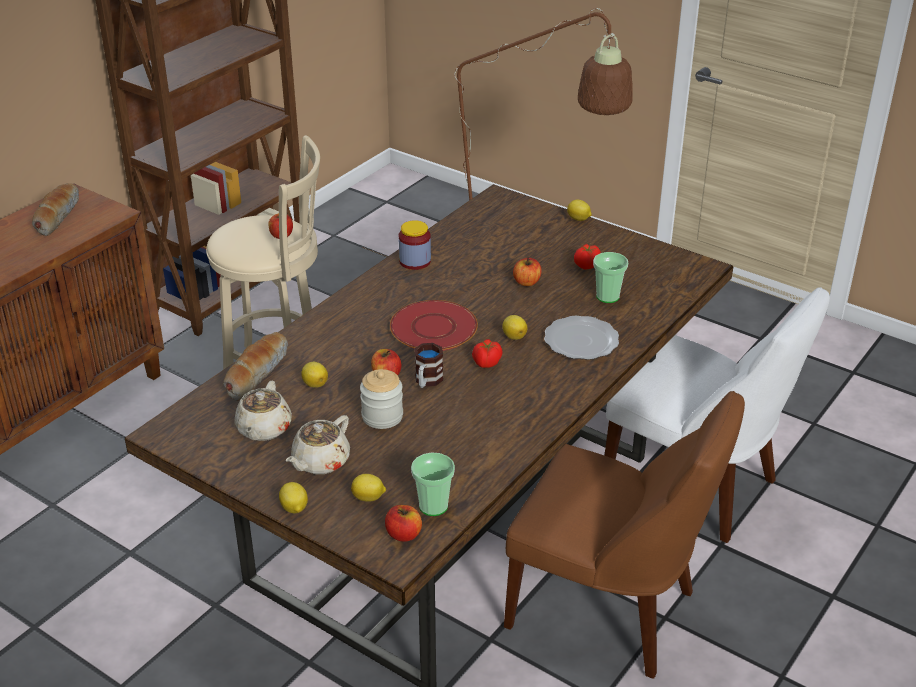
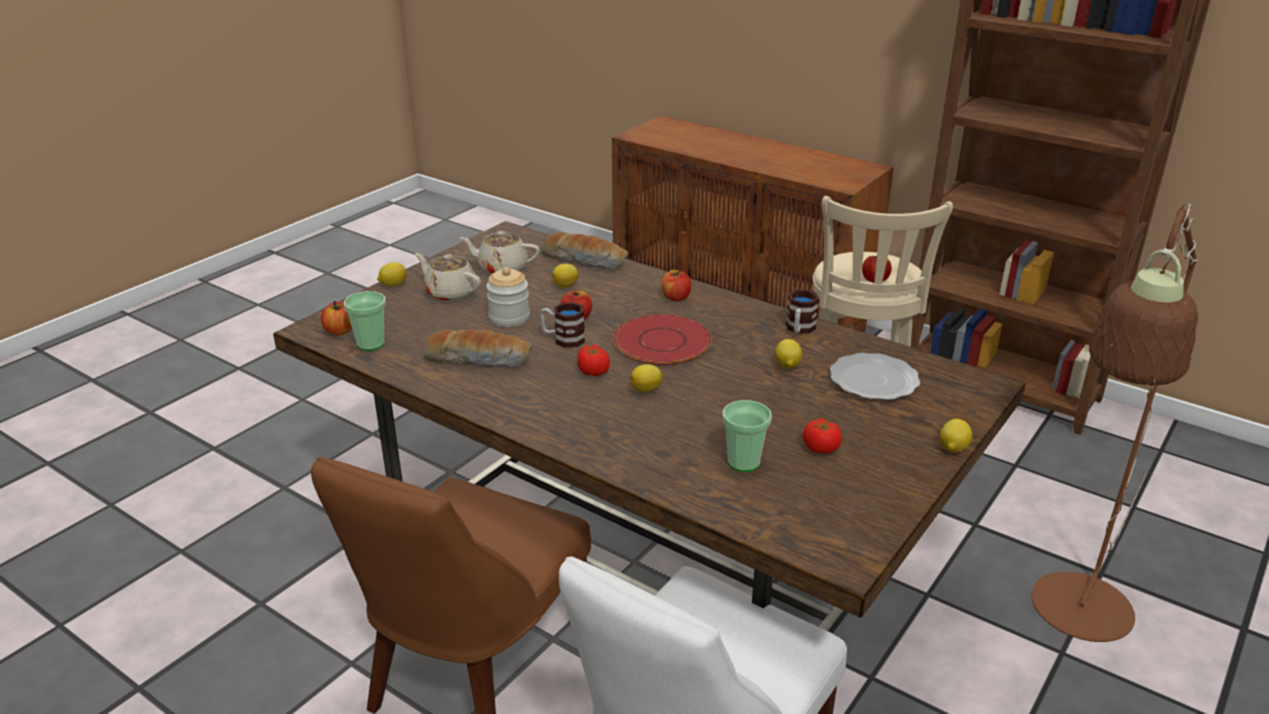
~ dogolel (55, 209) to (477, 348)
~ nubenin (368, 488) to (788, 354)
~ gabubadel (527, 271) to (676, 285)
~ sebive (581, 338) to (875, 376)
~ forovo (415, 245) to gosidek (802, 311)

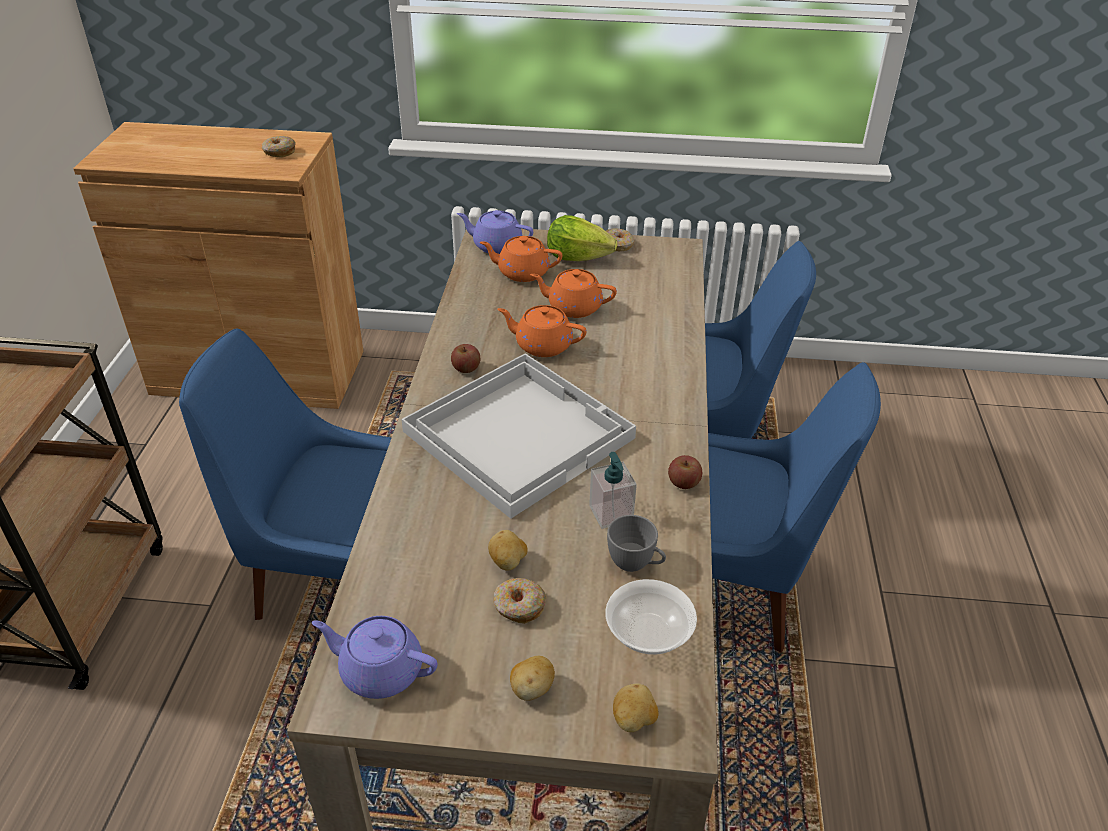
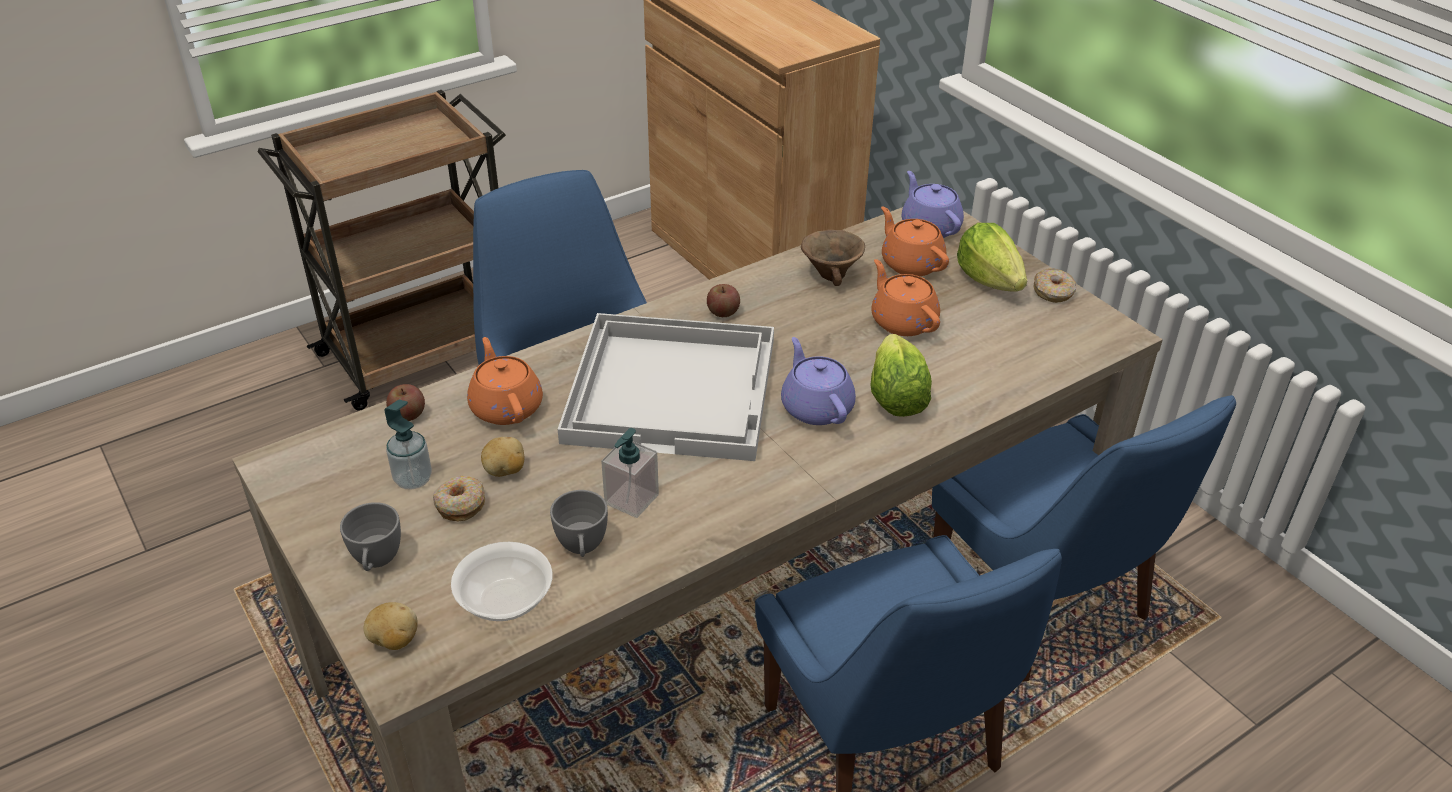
- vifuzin (279, 146)
+ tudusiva (408, 445)
+ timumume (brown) (833, 258)
+ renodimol (901, 375)
~ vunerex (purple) (374, 657) to (818, 381)
~ vunerex (orange) (542, 331) to (505, 381)
~ gabubadel (685, 472) to (405, 402)
~ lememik (532, 678) to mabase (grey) (370, 536)

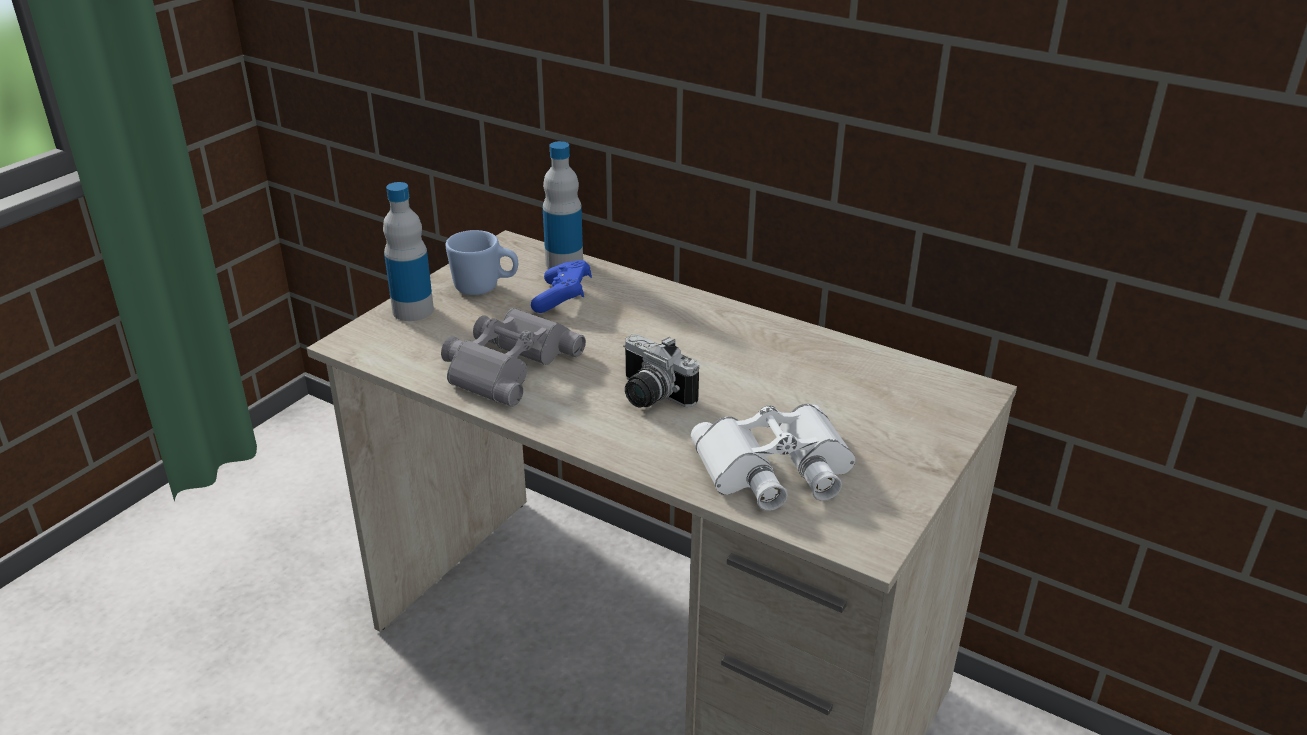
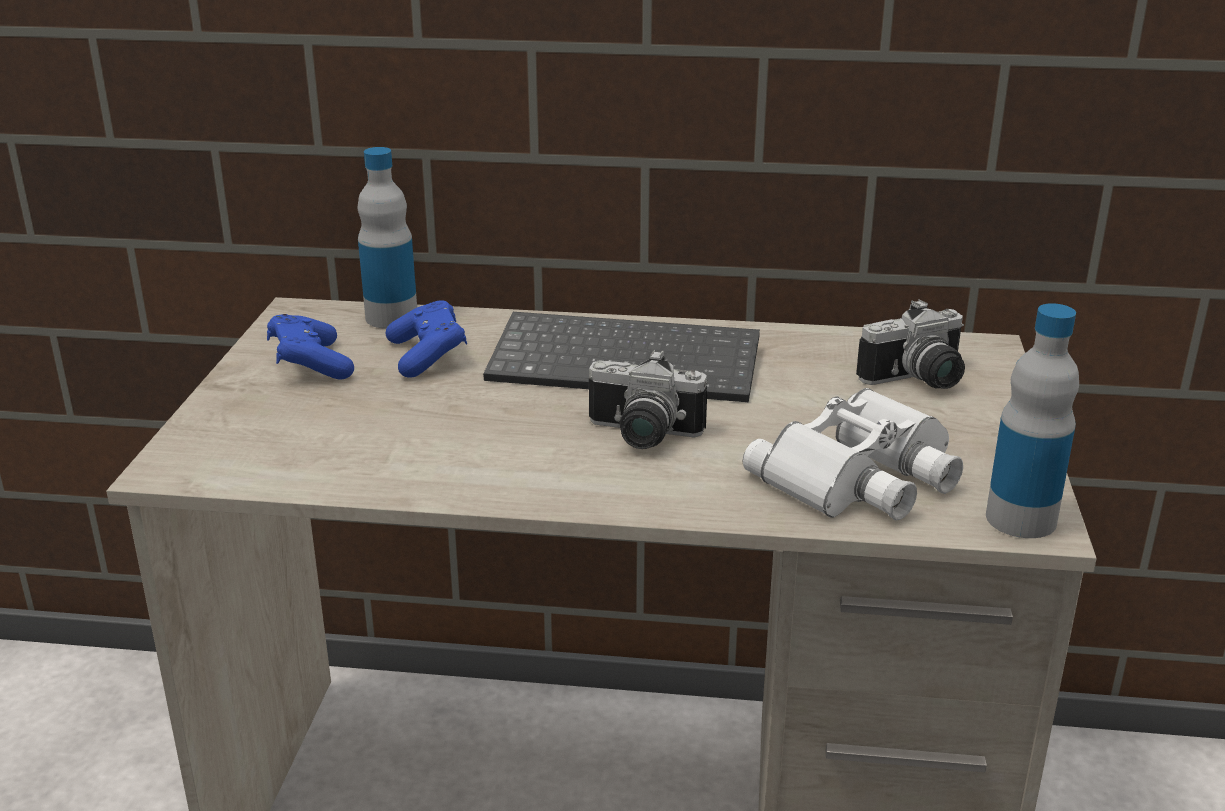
- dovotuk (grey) (513, 357)
+ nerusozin (621, 357)
+ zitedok (910, 344)
~ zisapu (408, 251) to (1032, 420)
~ gosidek (blue) (482, 262) to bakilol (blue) (310, 347)

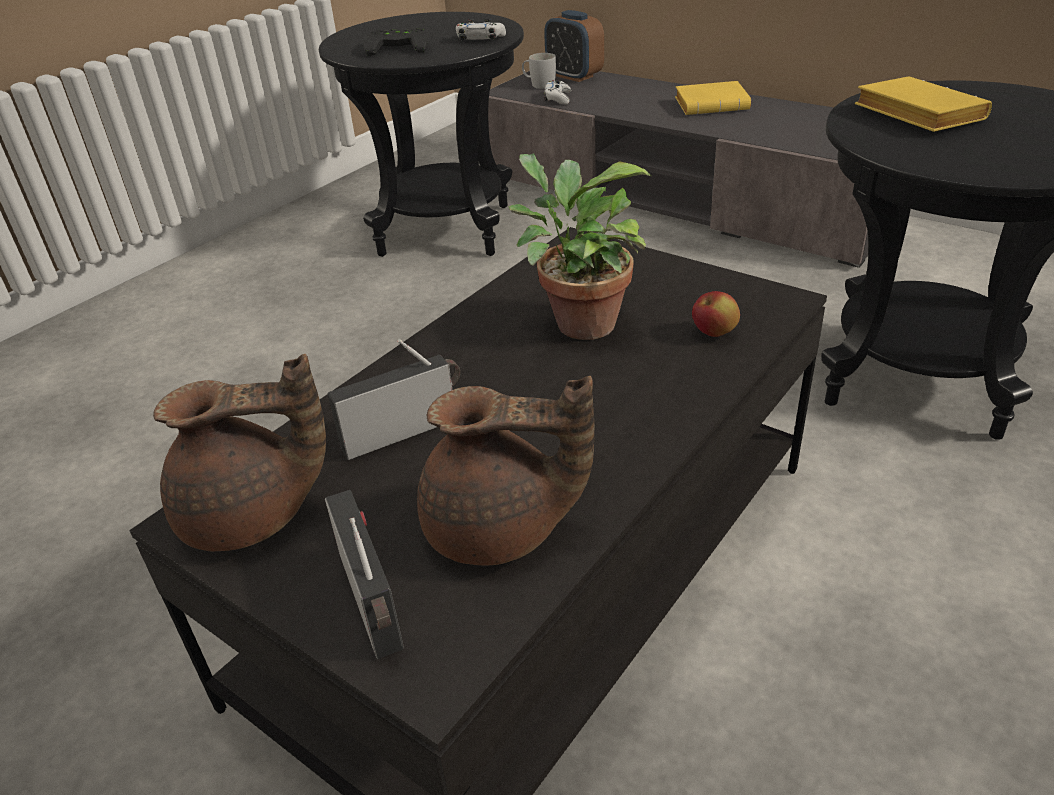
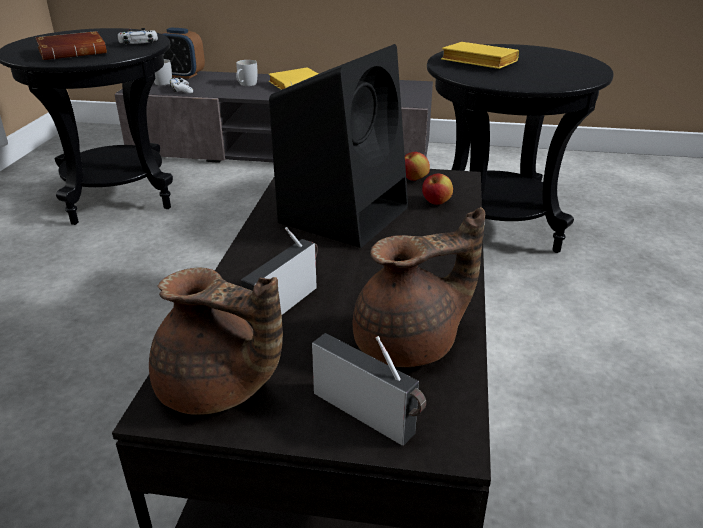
+ gosidek (white) (246, 73)
+ gabubadel (417, 166)
~ bakilol (black) (396, 42) to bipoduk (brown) (71, 45)
~ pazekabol (579, 246) to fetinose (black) (338, 146)
~ vunerex (brown) (239, 452) = (216, 341) 60 degrees clockwise

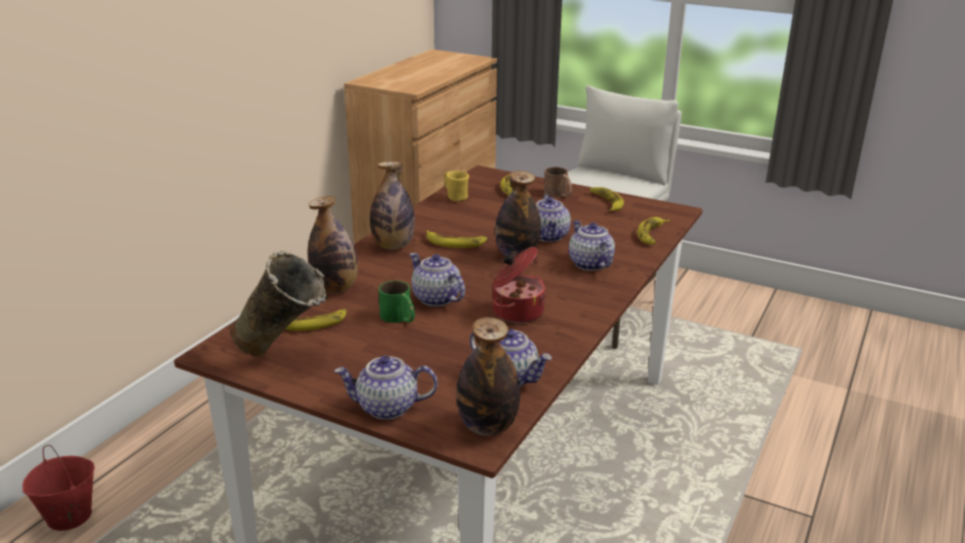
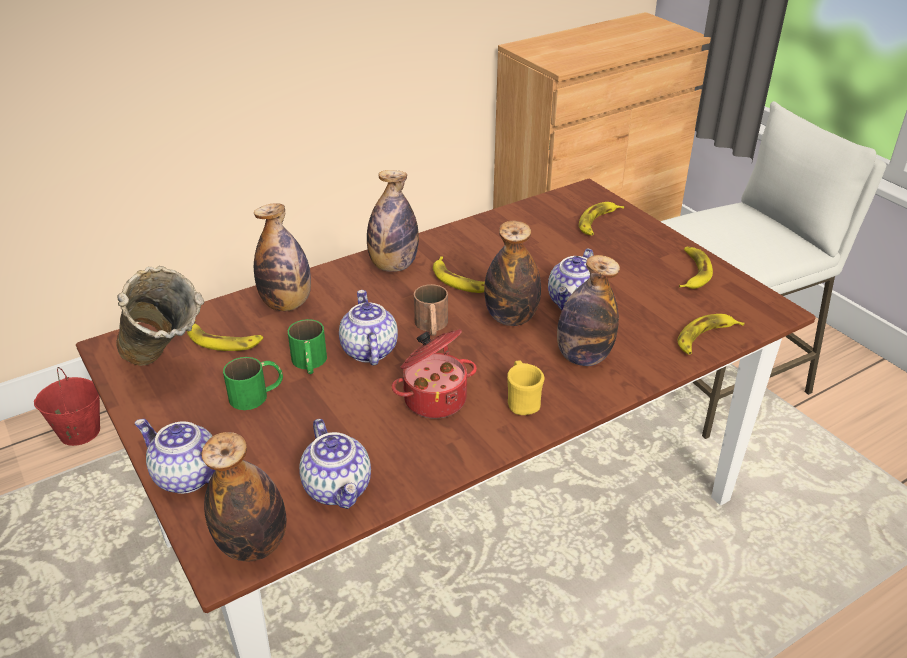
+ gosidek (green) (253, 383)
~ gosidek (yellow) (456, 186) to (526, 387)
~ gosidek (brown) (558, 182) to (431, 310)
~ vunerex (592, 245) to zisapu (588, 310)

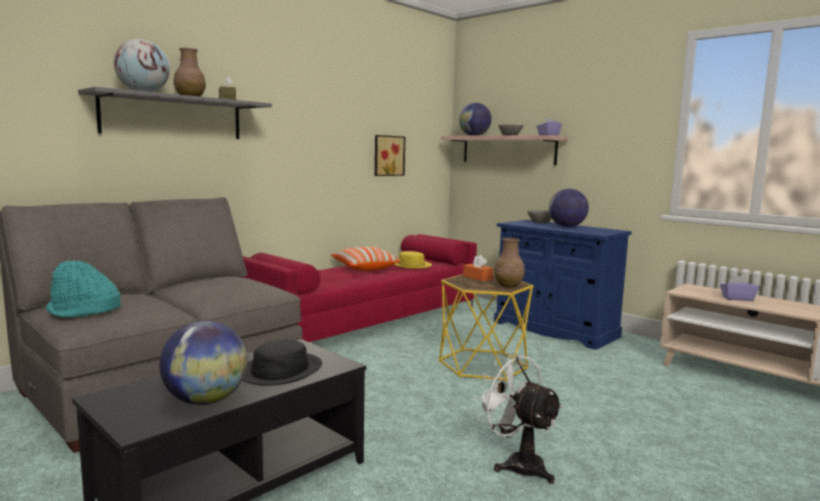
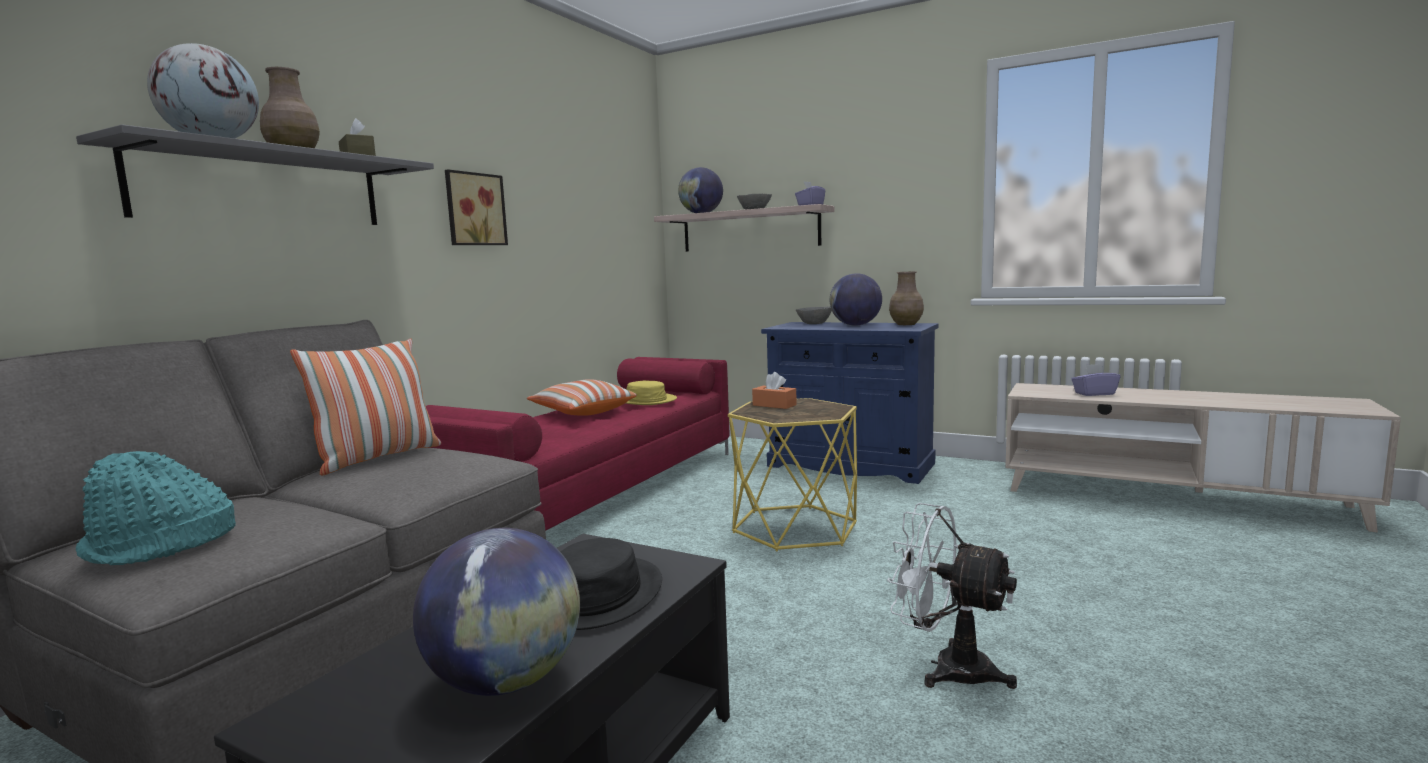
+ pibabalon (365, 406)
~ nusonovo (390, 155) to (476, 207)
~ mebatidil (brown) (509, 263) to (906, 298)

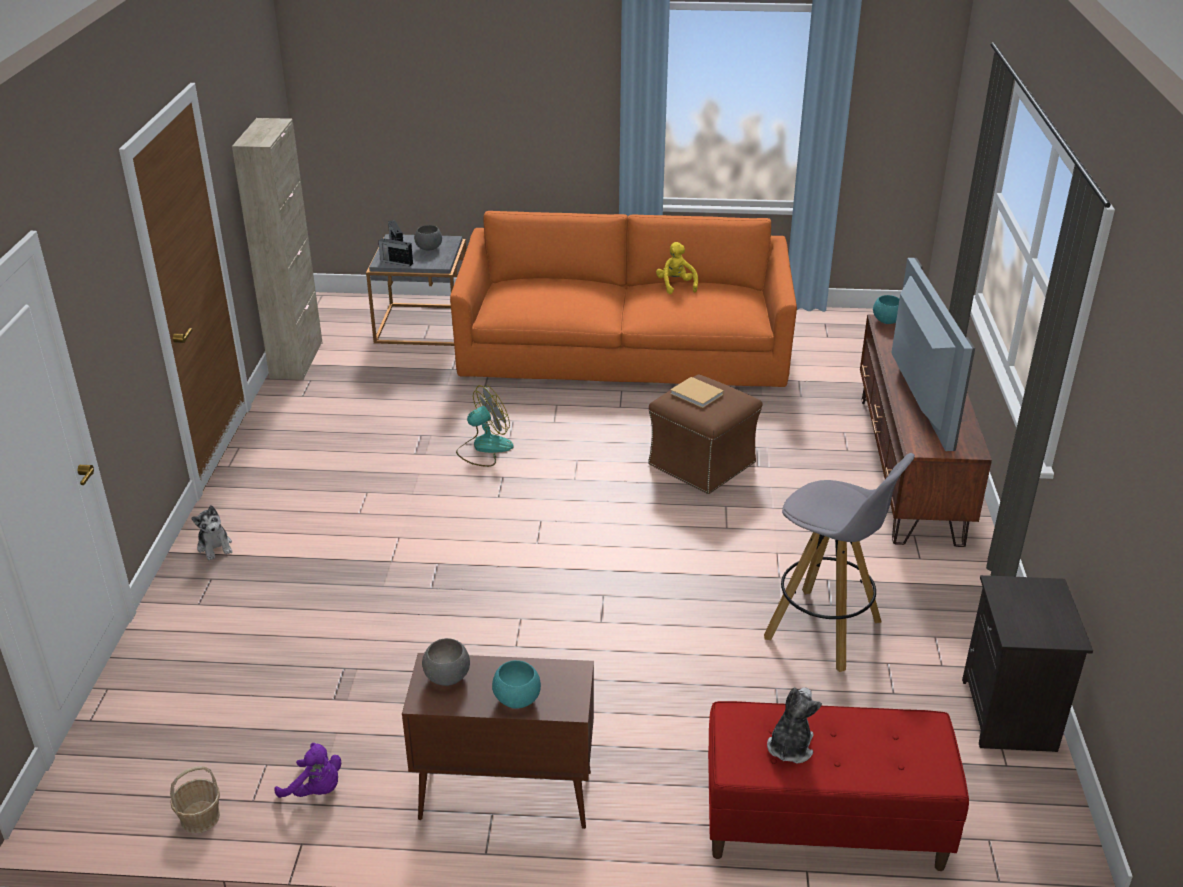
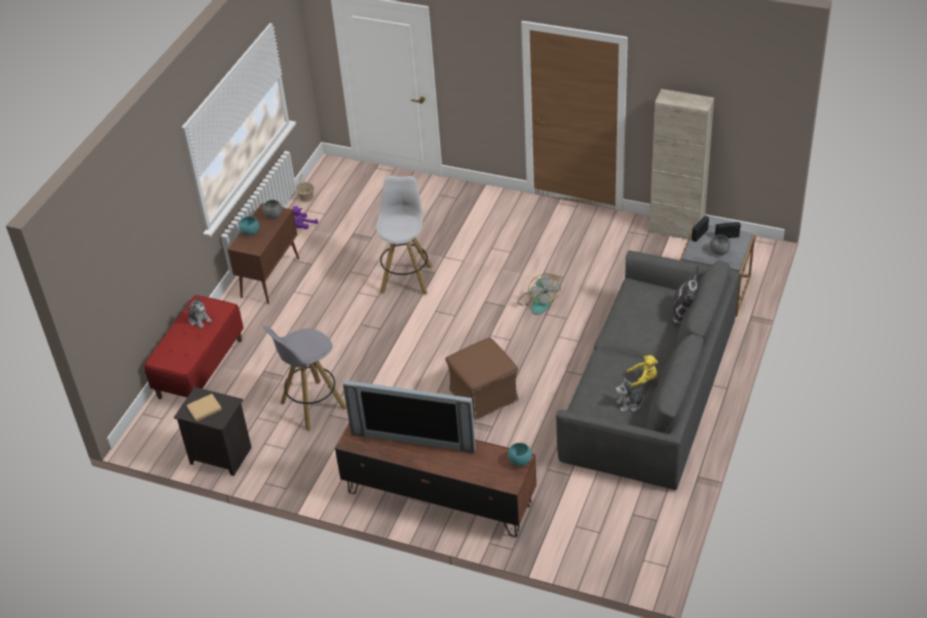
+ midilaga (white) (404, 235)
+ pibabalon (686, 297)
~ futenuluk (211, 532) to (631, 394)
~ bipoduk (beige) (697, 392) to (204, 407)
~ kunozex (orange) (623, 299) to kunozex (grey) (648, 370)

